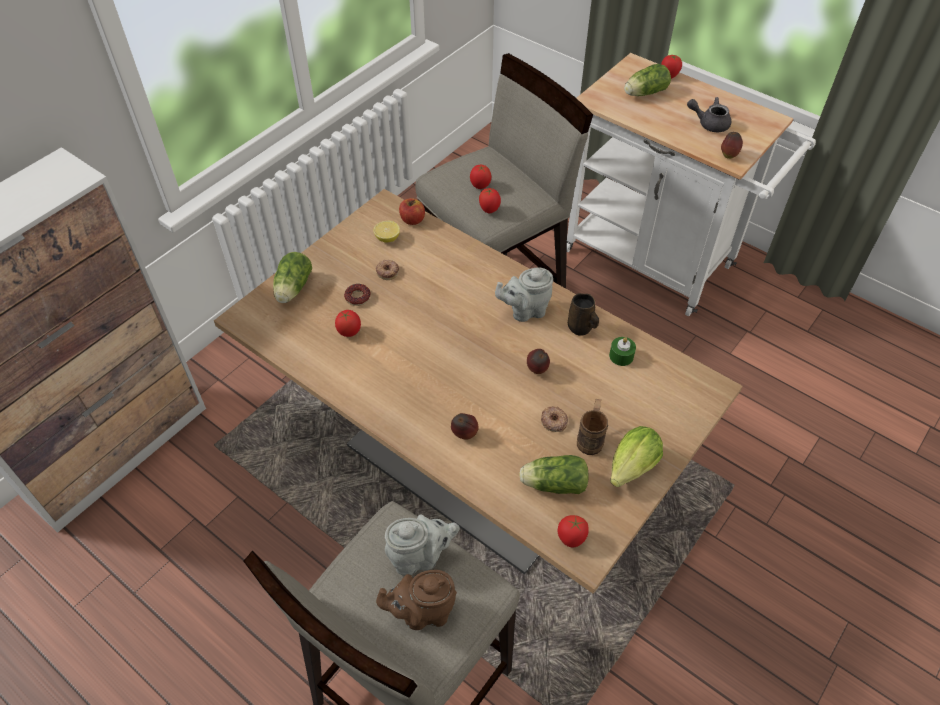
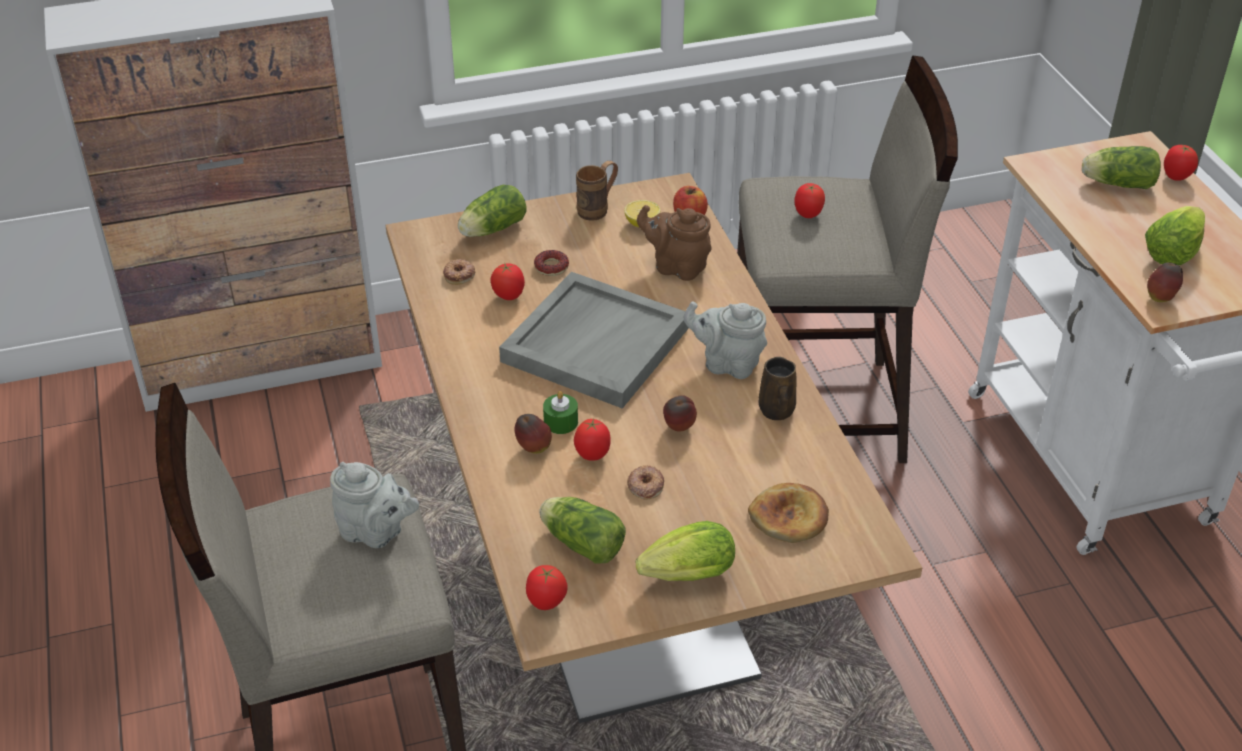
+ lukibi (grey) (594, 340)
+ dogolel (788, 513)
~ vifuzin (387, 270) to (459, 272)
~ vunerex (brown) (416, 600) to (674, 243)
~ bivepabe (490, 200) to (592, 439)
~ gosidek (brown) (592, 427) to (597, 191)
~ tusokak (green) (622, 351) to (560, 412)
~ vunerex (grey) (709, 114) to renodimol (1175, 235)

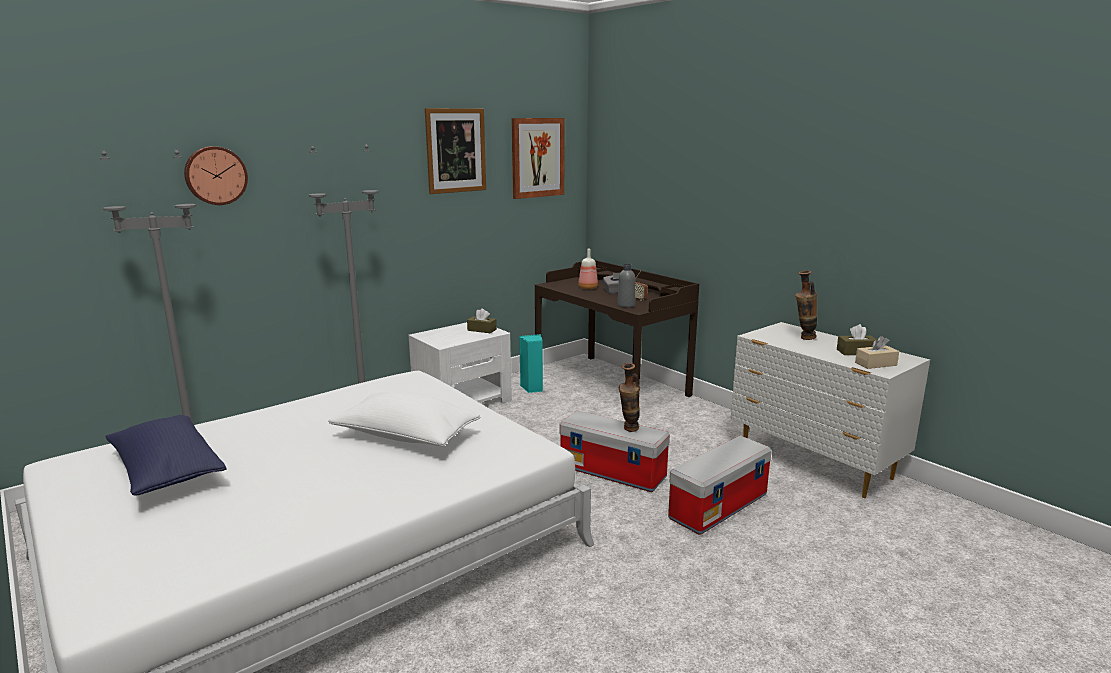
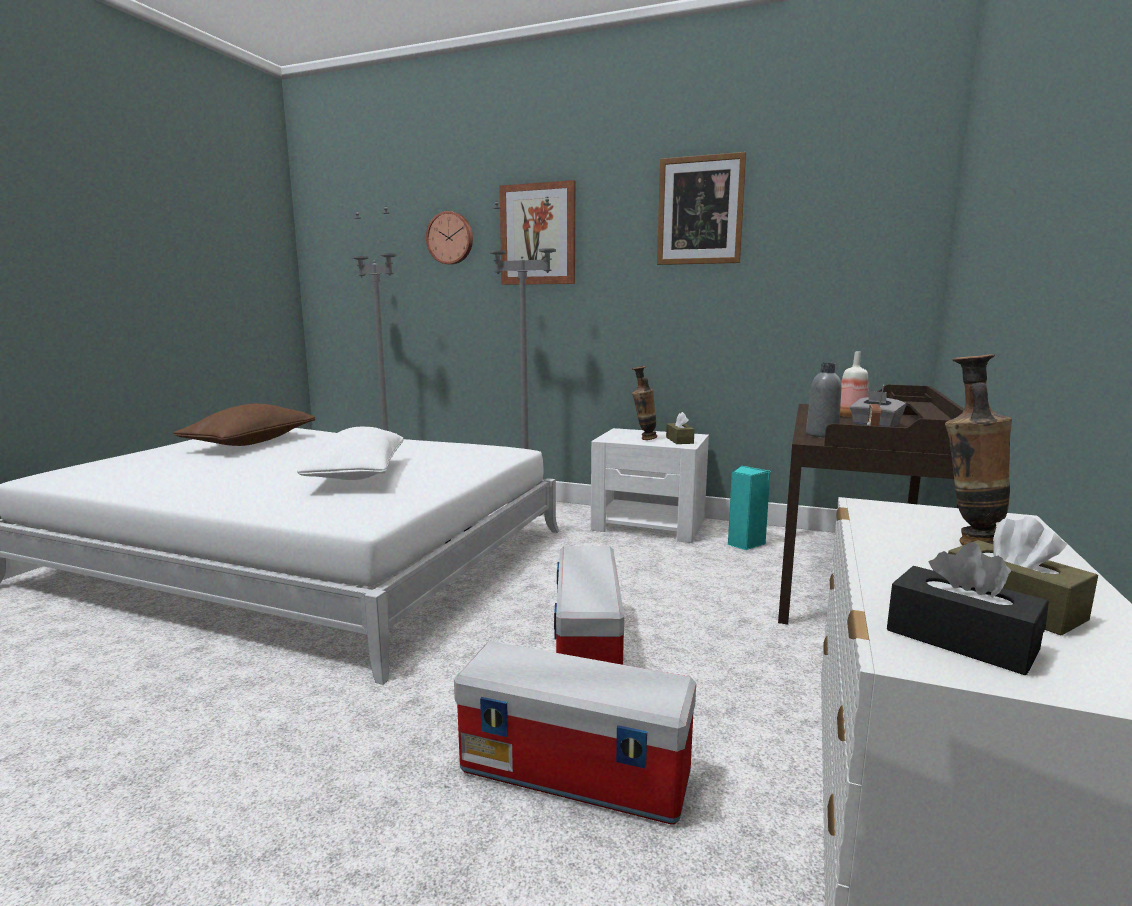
~ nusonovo (538, 158) to (537, 232)
~ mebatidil (629, 397) to (644, 403)
~ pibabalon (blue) (166, 455) to pibabalon (brown) (244, 425)
~ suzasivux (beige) (877, 352) to suzasivux (black) (968, 609)

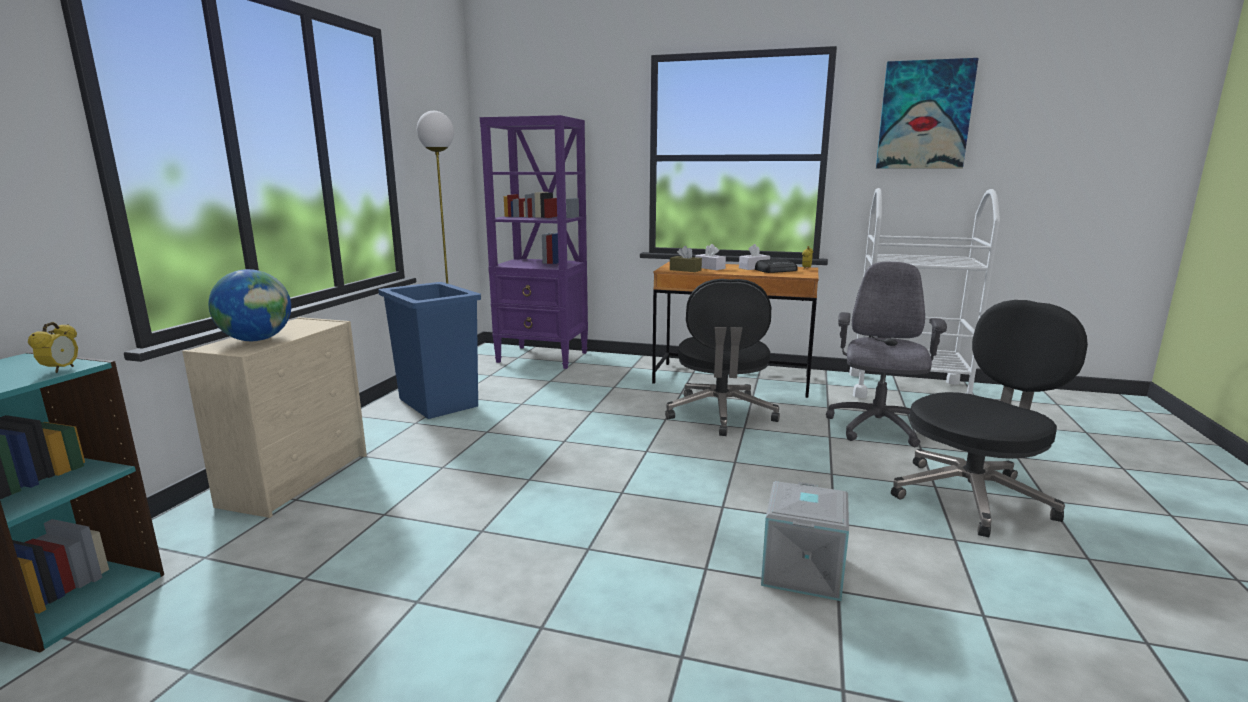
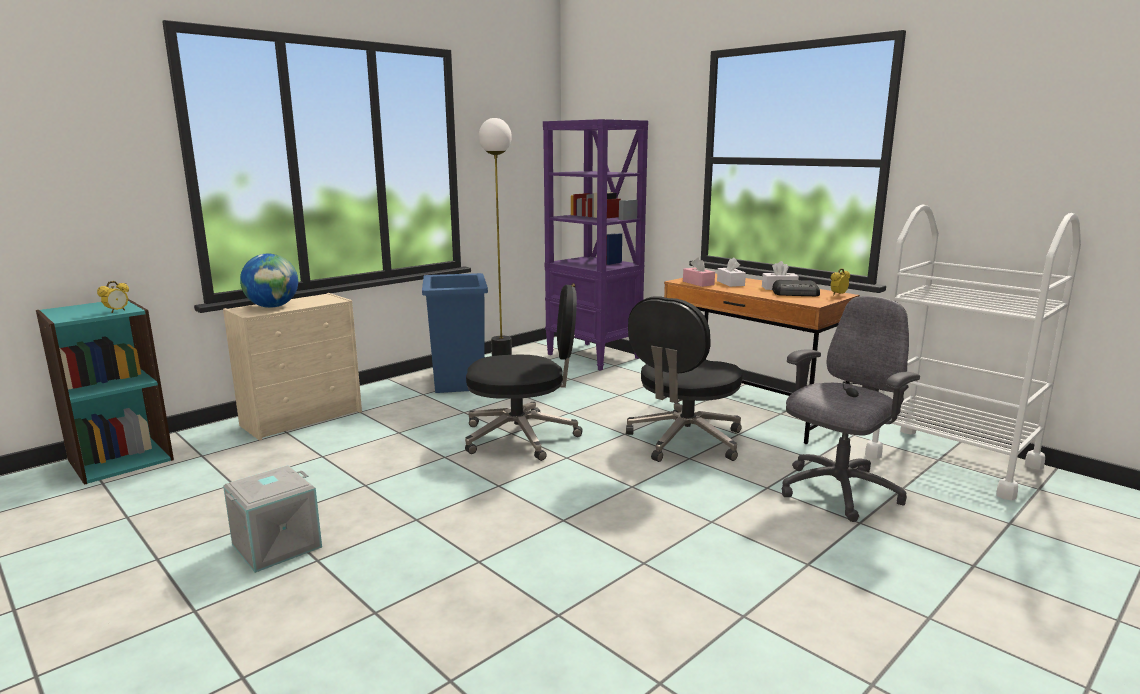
- nusonovo (927, 113)
~ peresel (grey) (805, 541) to (272, 519)
~ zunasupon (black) (989, 418) to (524, 373)
~ suzasivux (brown) (686, 259) to suzasivux (pink) (699, 272)

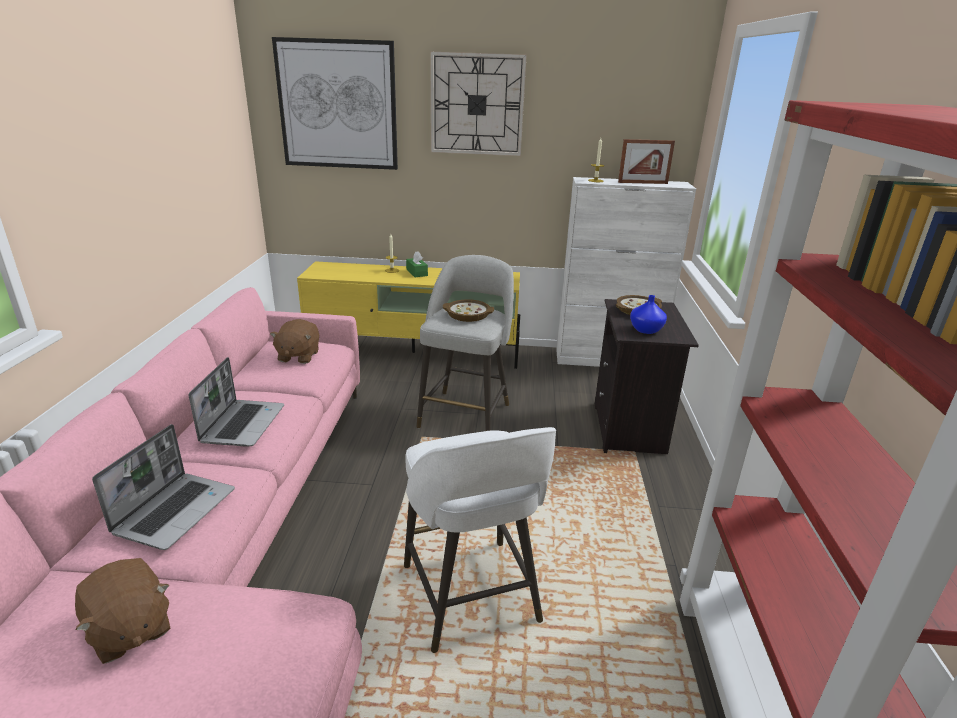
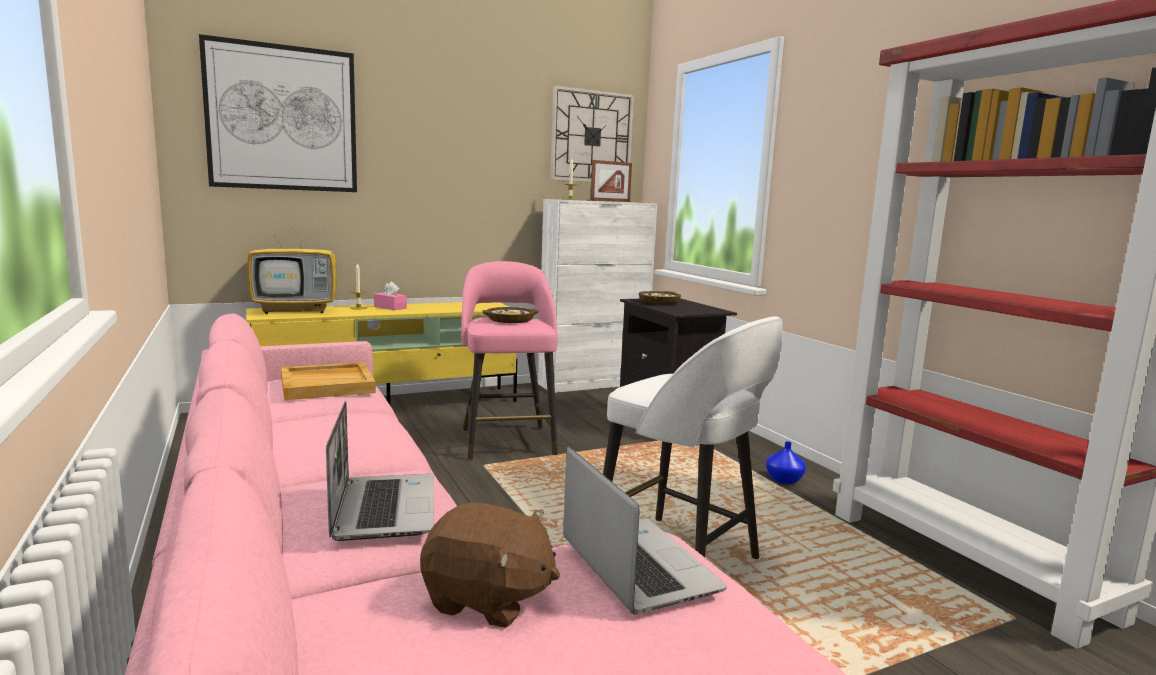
+ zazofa (292, 262)
~ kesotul (236, 402) to (645, 530)
~ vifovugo (478, 104) to (592, 133)
~ mebatidil (blue) (648, 314) to (786, 462)
~ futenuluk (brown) (294, 341) to lukibi (beige) (328, 381)
~ suzasivux (green) (417, 264) to suzasivux (pink) (390, 296)
~ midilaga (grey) (465, 343) to midilaga (pink) (509, 360)

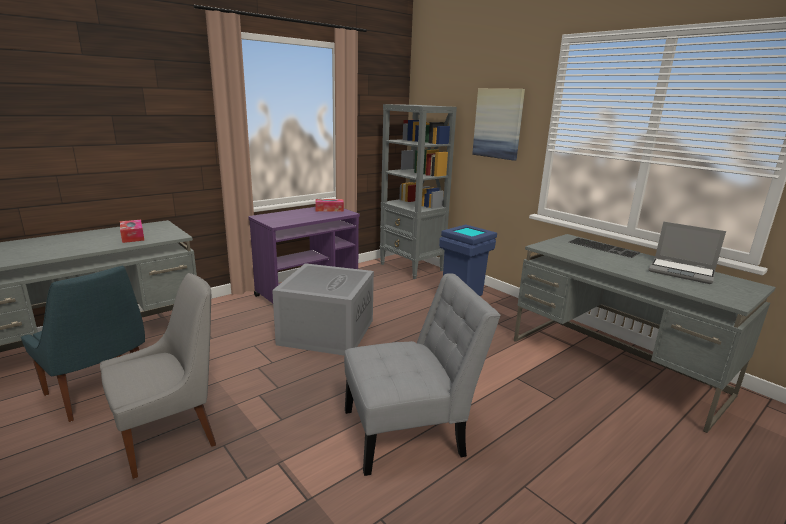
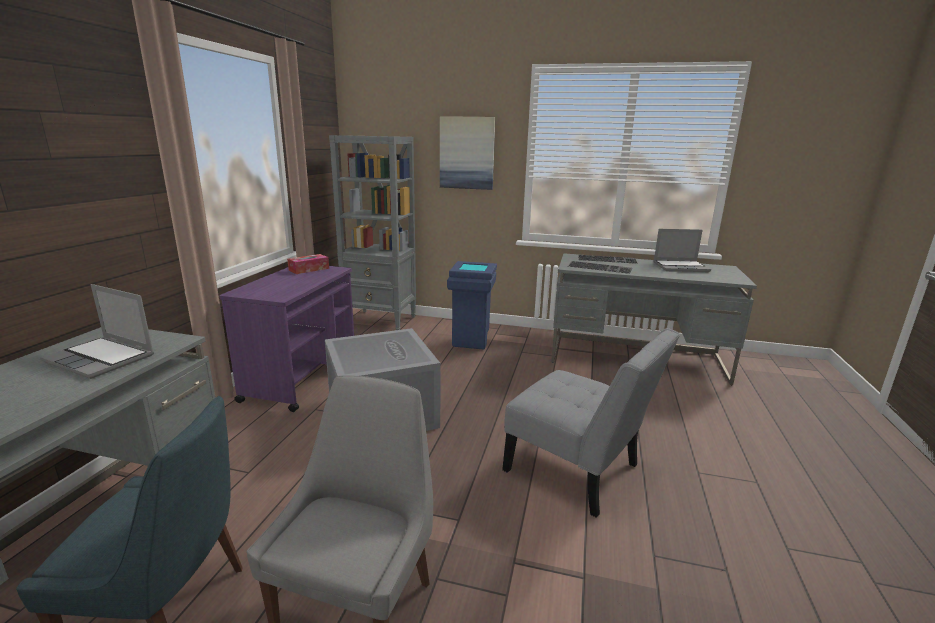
+ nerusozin (600, 267)
~ suzasivux (132, 231) to kesotul (97, 331)
~ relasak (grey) (422, 374) = (591, 423) 90 degrees clockwise

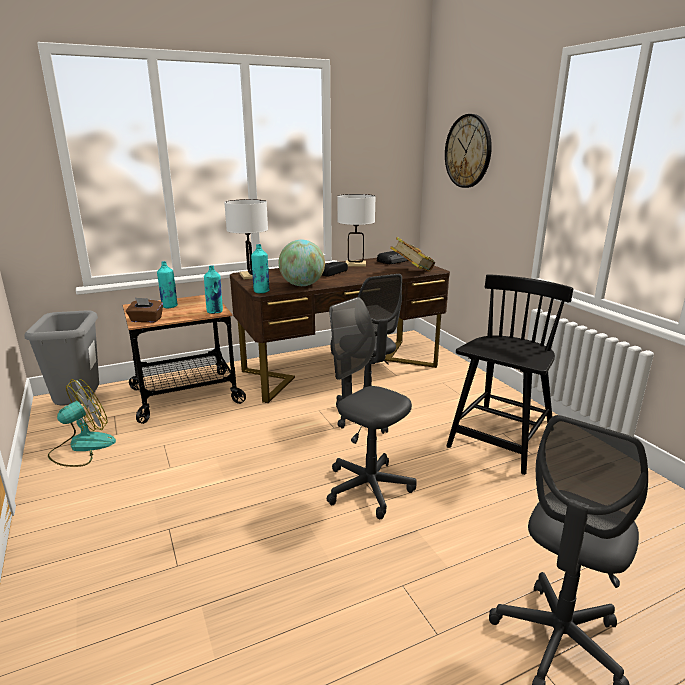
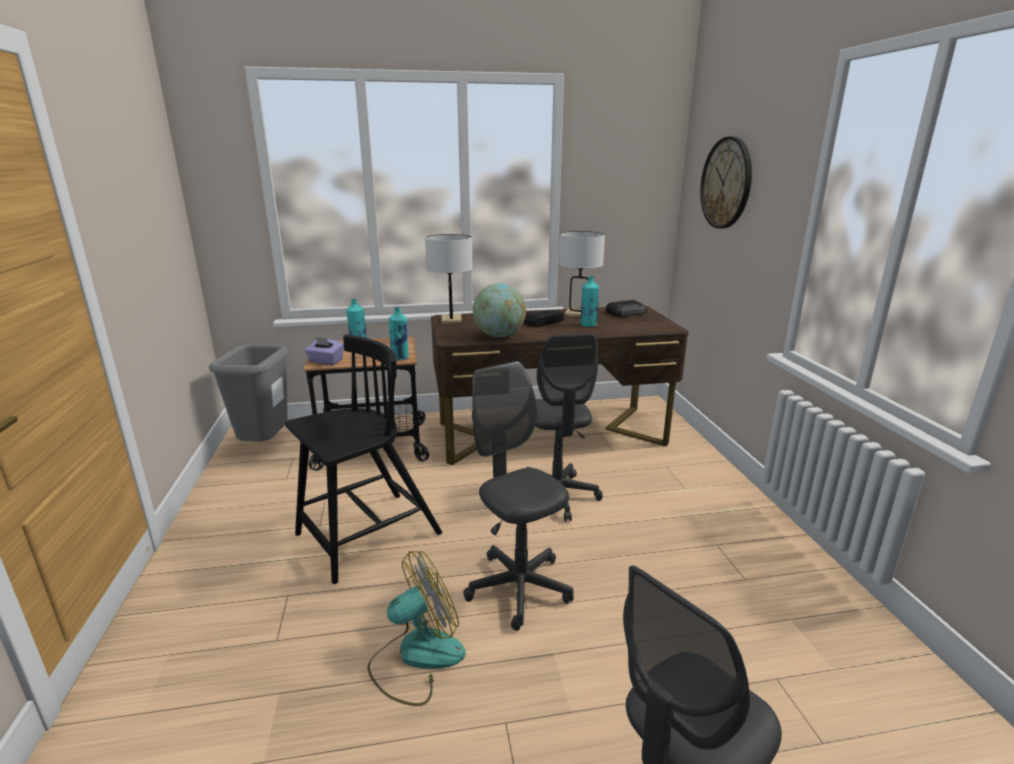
- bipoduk (412, 254)
~ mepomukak (82, 423) to (416, 628)
~ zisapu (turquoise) (260, 268) to (589, 301)
~ relasak (black) (510, 374) to (363, 459)
~ suzasivux (brown) (144, 310) to suzasivux (purple) (324, 351)

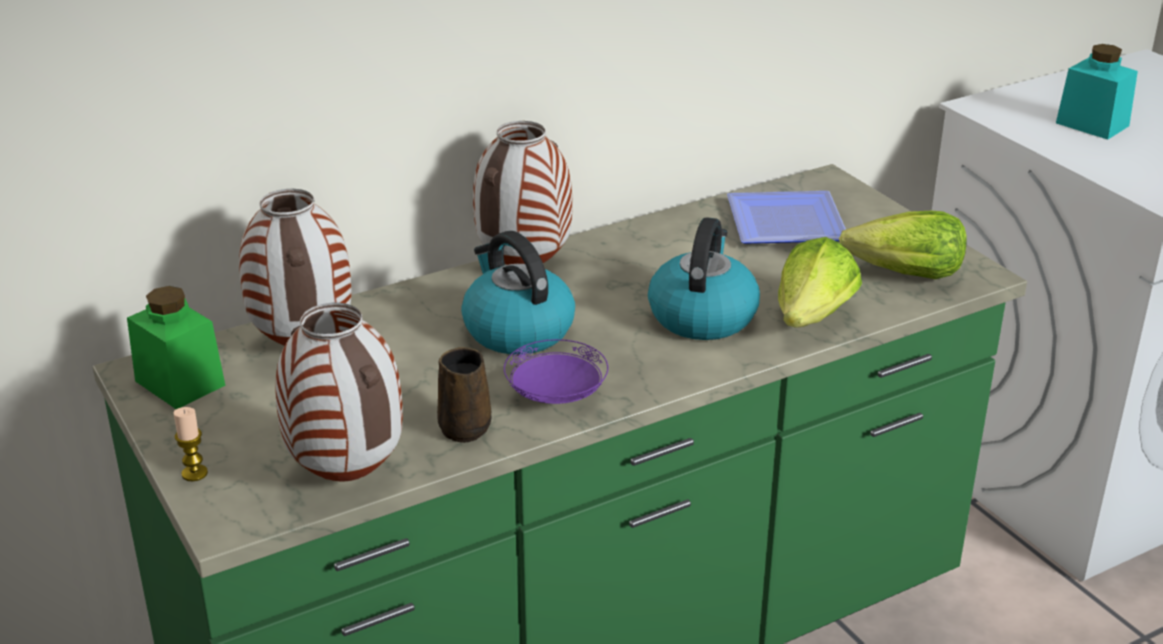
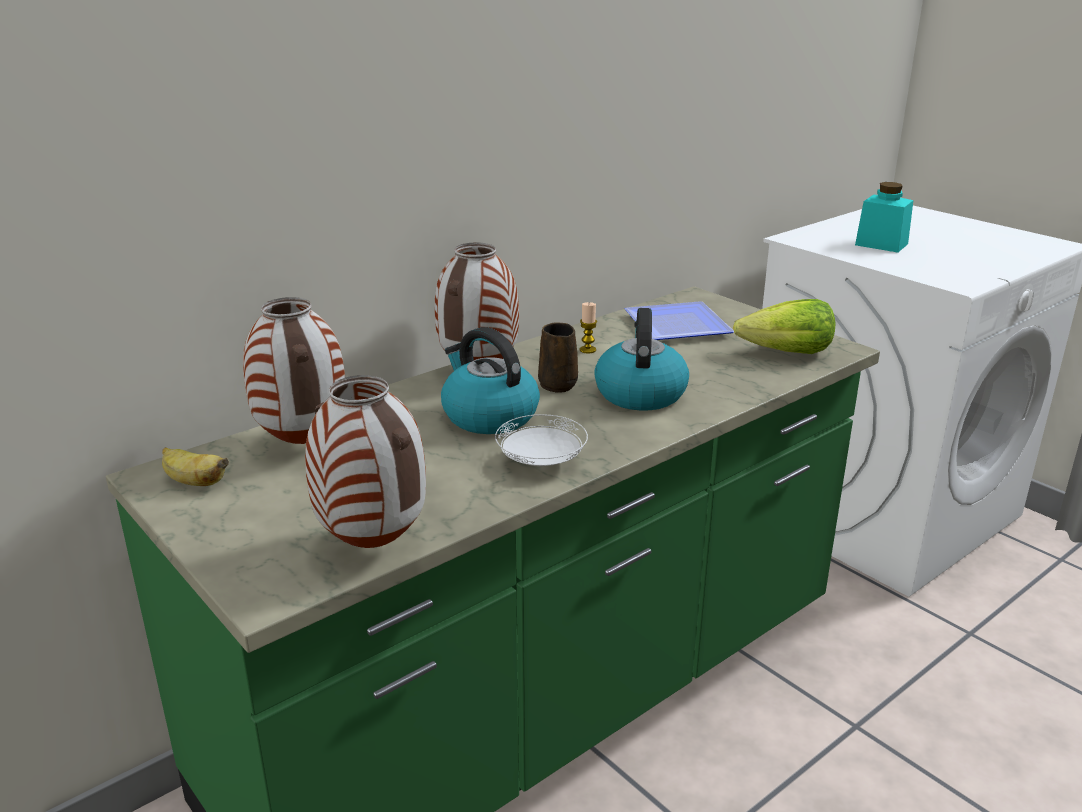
- renodimol (820, 282)
~ tusokak (190, 444) to (588, 328)
~ gosidek (brown) (464, 395) to (558, 357)
~ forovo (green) (176, 347) to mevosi (195, 466)
~ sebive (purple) (556, 371) to sebive (white) (541, 440)

